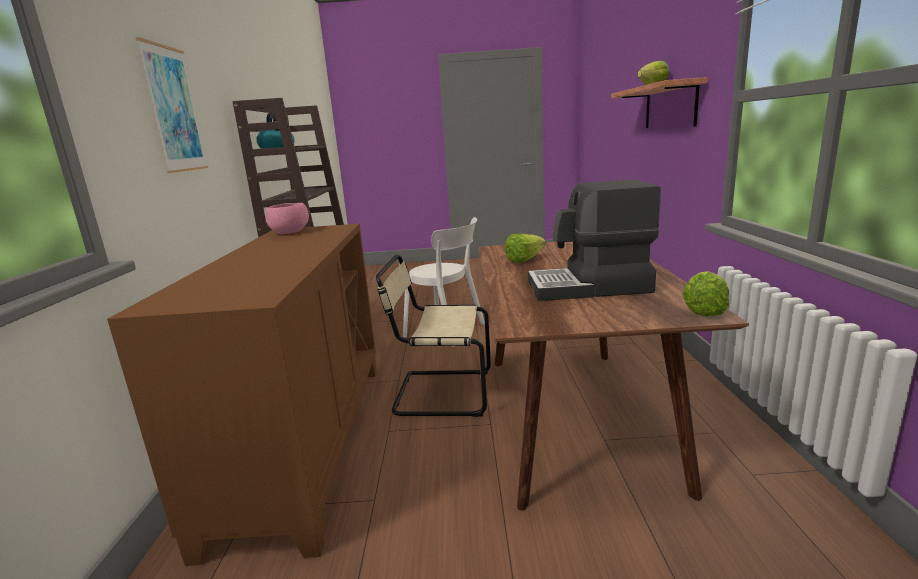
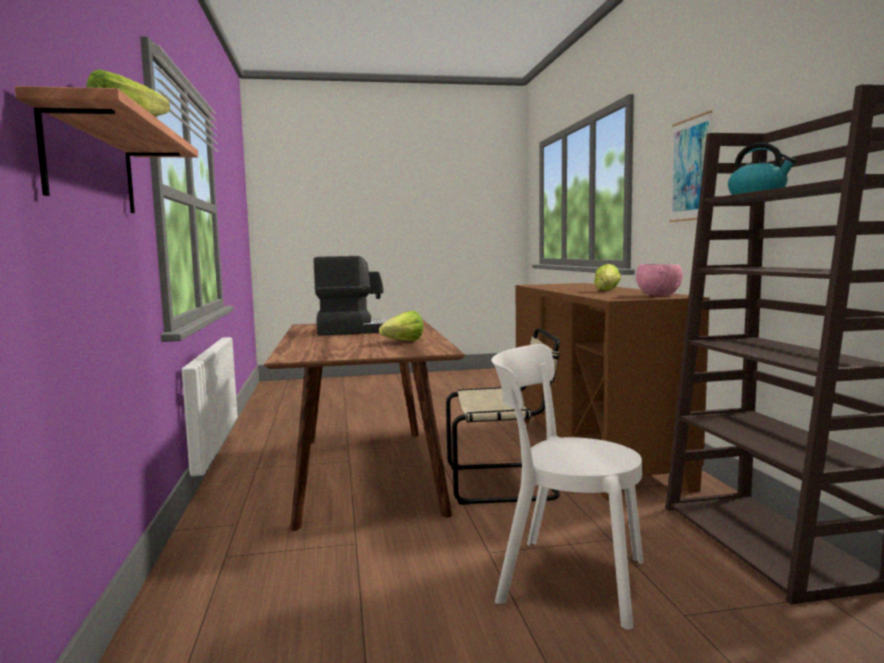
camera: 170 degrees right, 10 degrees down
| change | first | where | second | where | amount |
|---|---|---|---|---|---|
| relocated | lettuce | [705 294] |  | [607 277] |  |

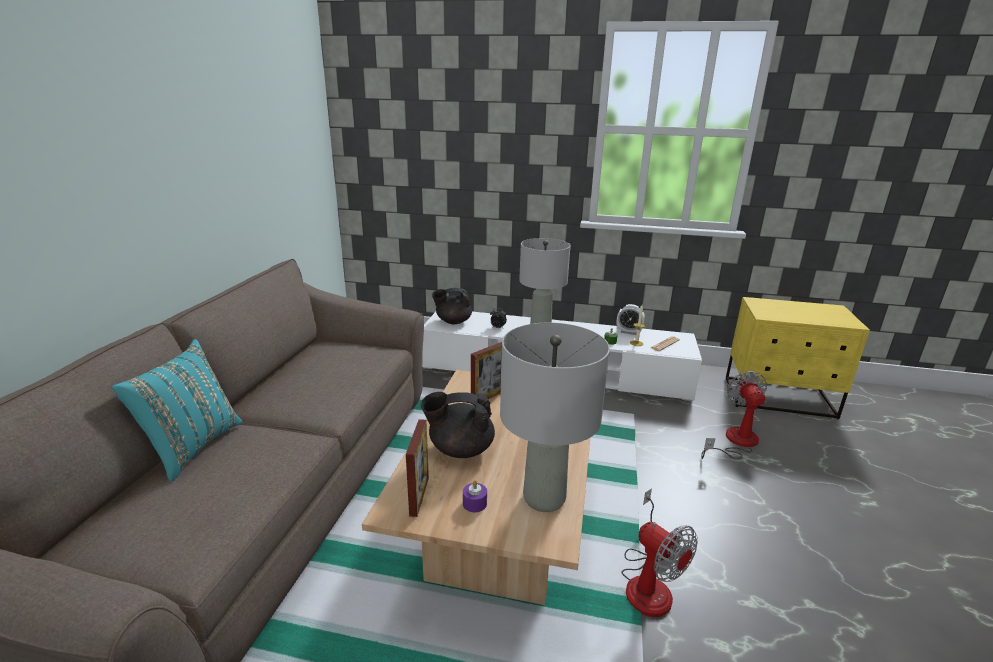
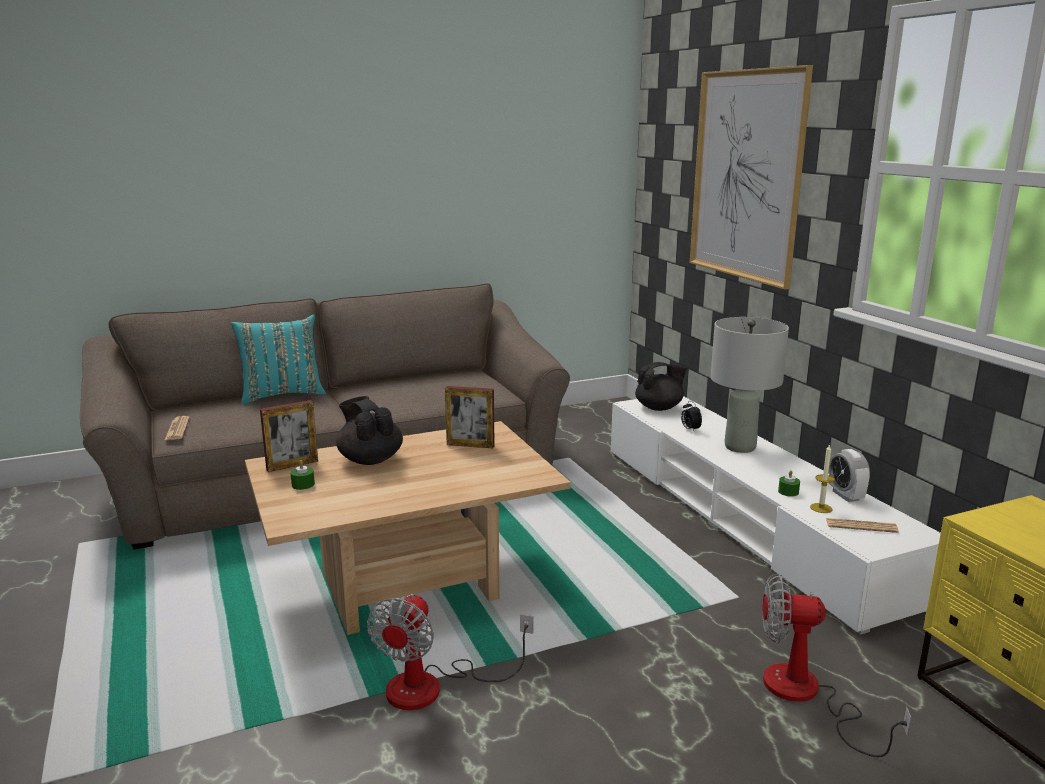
camera: 55 degrees right, 5 degrees down
| change | first | where | second | where | amount |
|---|---|---|---|---|---|
| missing | grey table lamp | [555 417] |  |  |  |
| appeared |  |  | newspaper | [177 428] |  |
| appeared |  |  | picture | [751 177] |  |
| colour | purple candle | [475 496] | green candle | [302 475] |  |
| spun | black teapot | [452 306] |  | [661 386] | 120 degrees clockwise |
| spun | fan | [734 415] |  | [836 665] | 135 degrees counterclockwise |

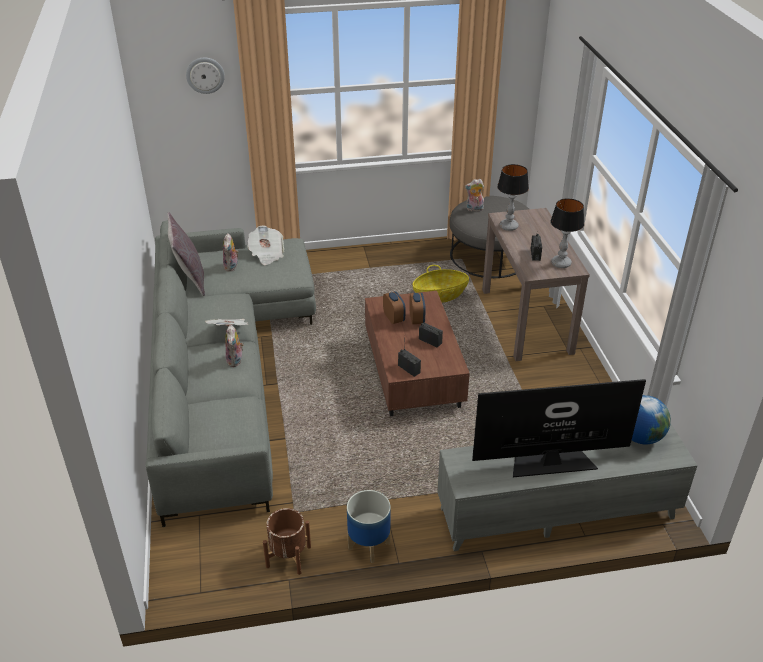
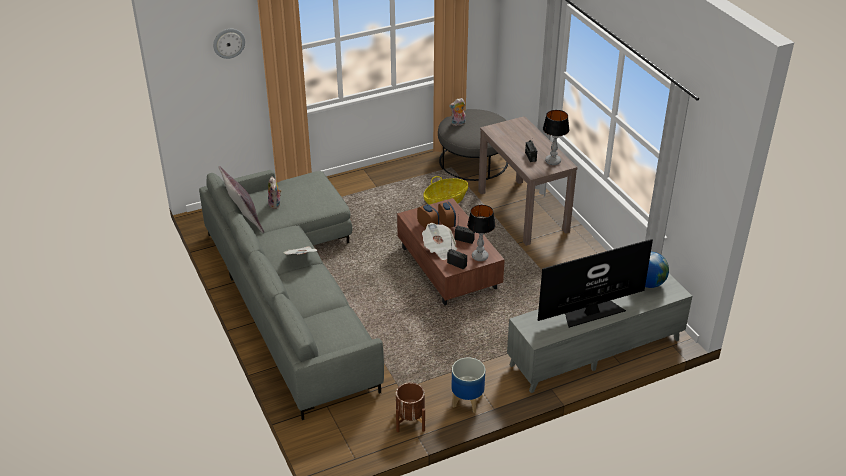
camera: 15 degrees left, 0 degrees up
| change | first | where | second | where | amount |
|---|---|---|---|---|---|
| missing | plush toy | [234 346] |  |  |  |
| relocated | newspaper | [265 245] |  | [439 241] |  |
| relocated | table lamp | [513 197] |  | [481 233] |  |

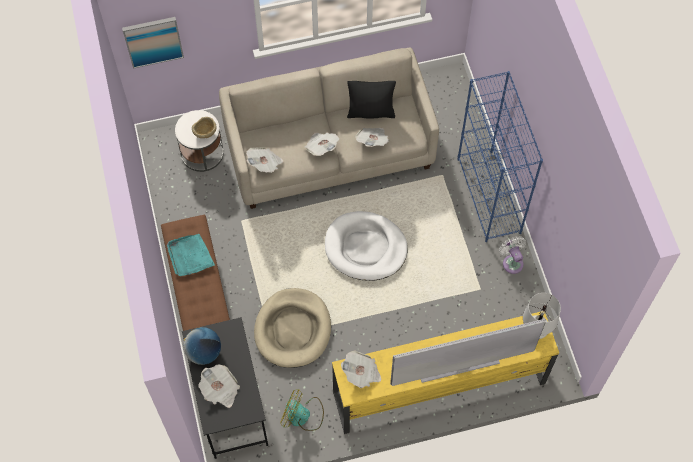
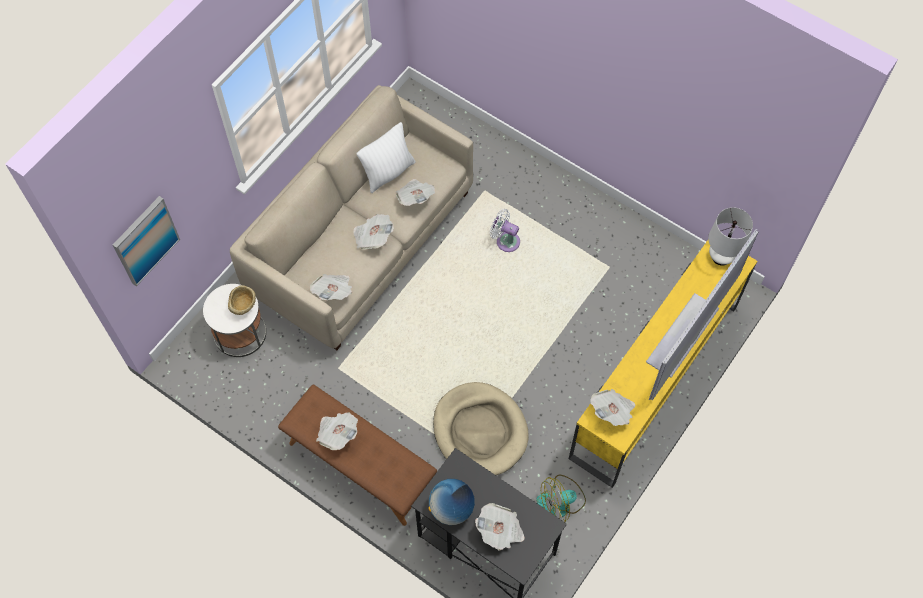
camera: 40 degrees left, 0 degrees up
| change | first | where | second | where | amount |
|---|---|---|---|---|---|
| missing | white dog bed | [366 246] |  |  |  |
| missing | blue bookcase | [500 156] |  |  |  |
| relocated | white fan | [512 255] |  | [505 230] |  |
| exchanged | turquoise tray | [191 255] | newspaper | [337 431] |  |
| colour | black pillow | [371 99] | white pillow | [386 157] |  |

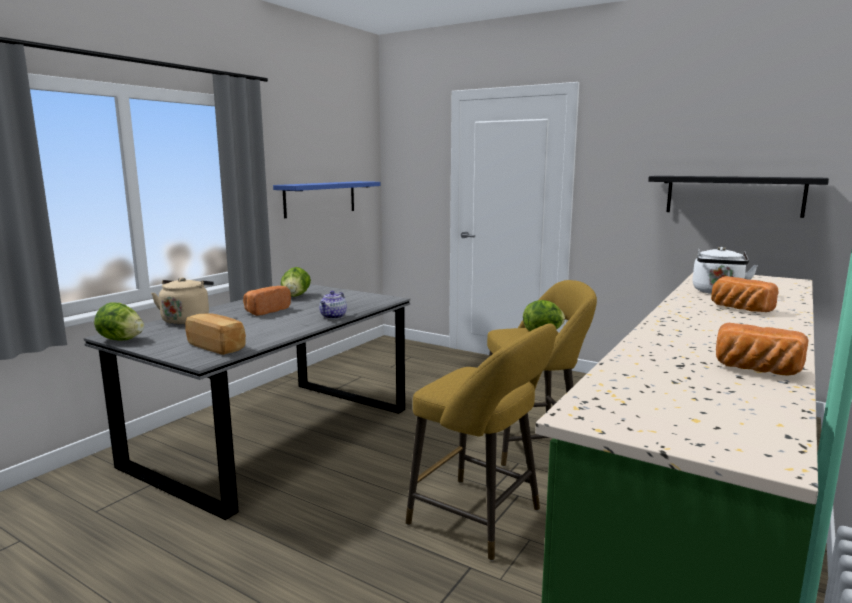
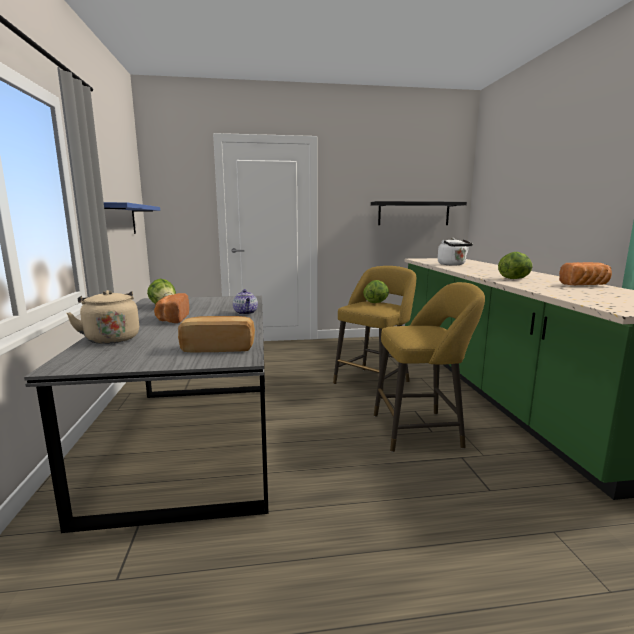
camera: 40 degrees left, 0 degrees up
| change | first | where | second | where | amount |
|---|---|---|---|---|---|
| missing | bread | [745 294] |  |  |  |
| relocated | lettuce | [119 321] |  | [515 265] |  |

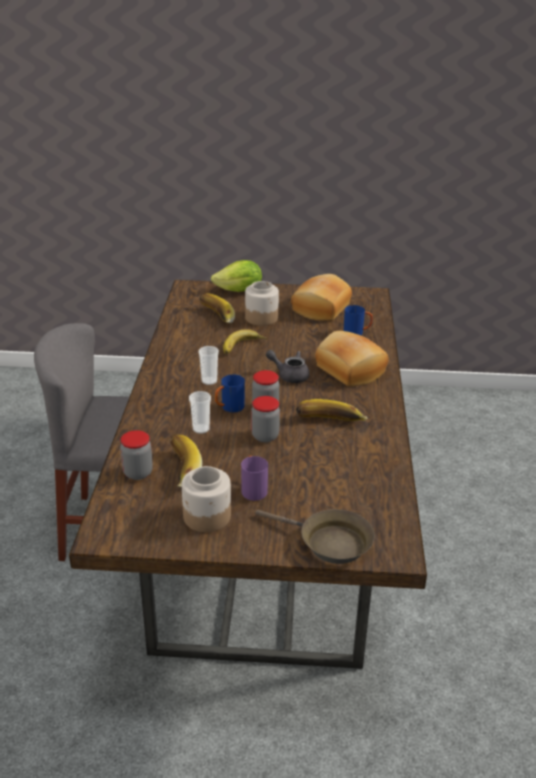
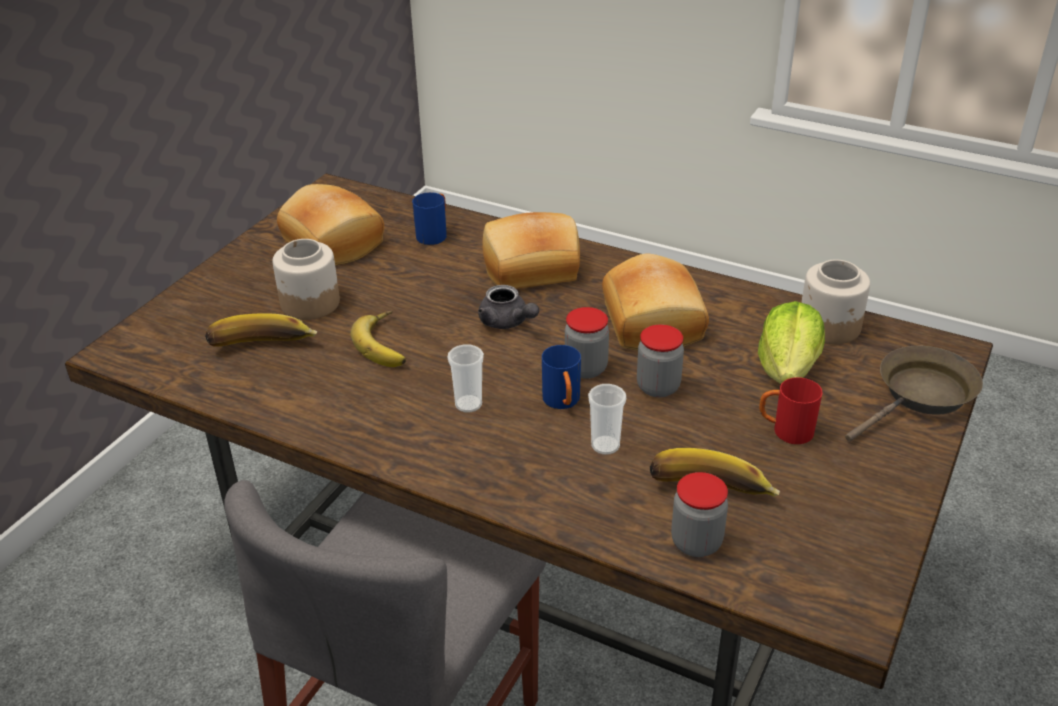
camera: 65 degrees left, 5 degrees up
| change | first | where | second | where | amount |
|---|---|---|---|---|---|
| relocated | jar | [206 499] |  | [835 301] |  |
| relocated | lettuce | [236 276] |  | [791 342] |  |
| exchanged | banana | [331 410] | bread | [655 302] |  |
| colour | purple mug | [254 478] | red mug | [790 411] |  |
| spun | grey teapot | [288 366] |  | [508 307] | 90 degrees counterclockwise |

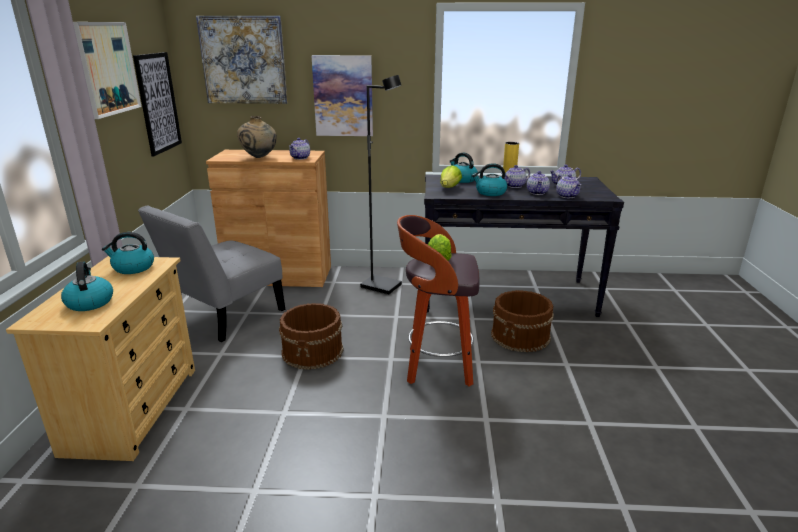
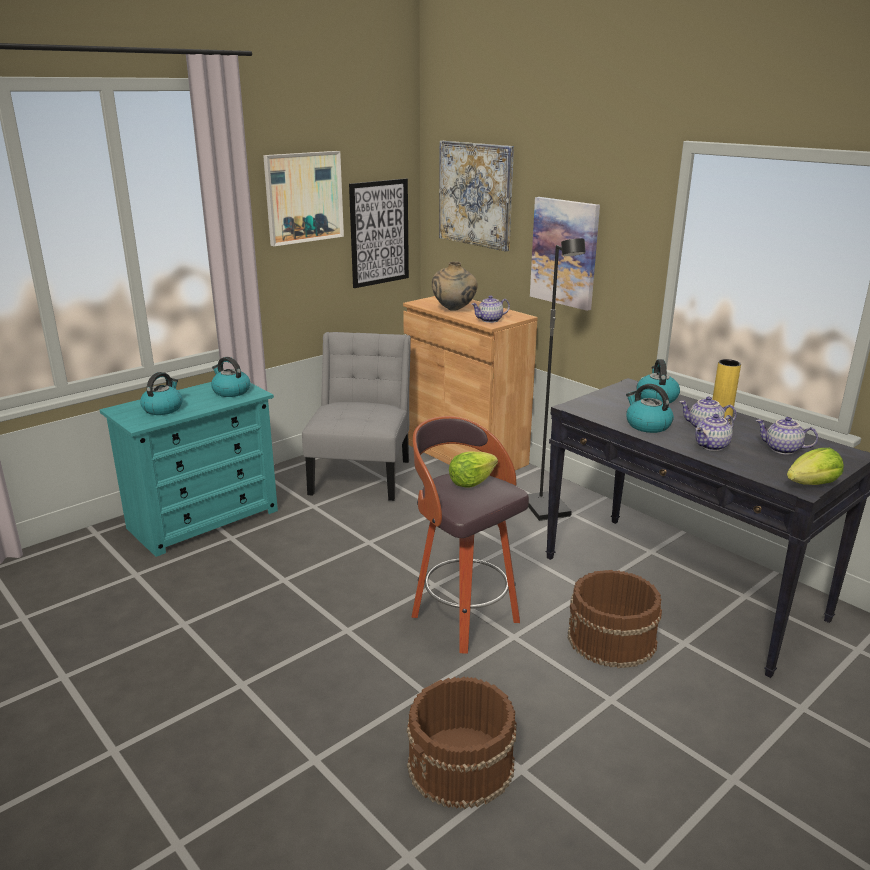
camera: 45 degrees right, 0 degrees up
| change | first | where | second | where | amount |
|---|---|---|---|---|---|
| missing | teapot | [568 186] |  |  |  |
| relocated | brown bucket | [311 336] |  | [462 743] |  |
| relocated | lettuce | [451 176] |  | [815 466] |  |
| colour | beige dresser | [100 358] | turquoise dresser | [189 469] |  |
| spun | grey chair | [211 274] |  | [356 416] | 105 degrees clockwise |

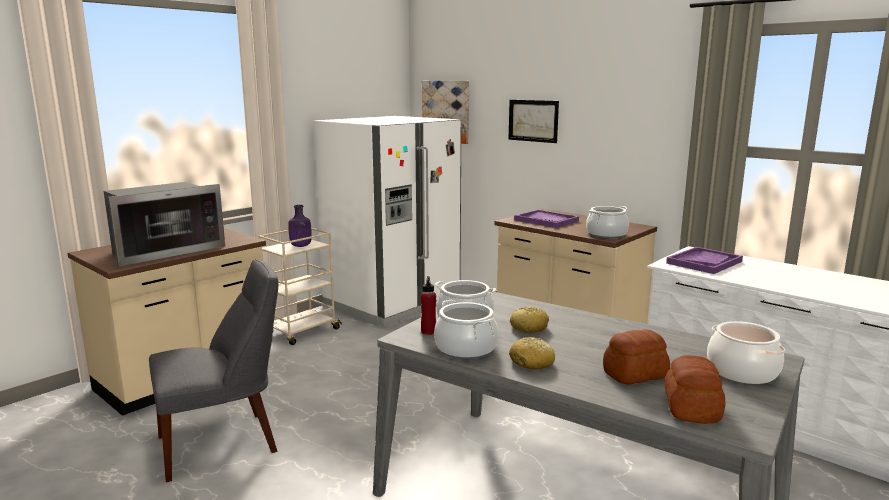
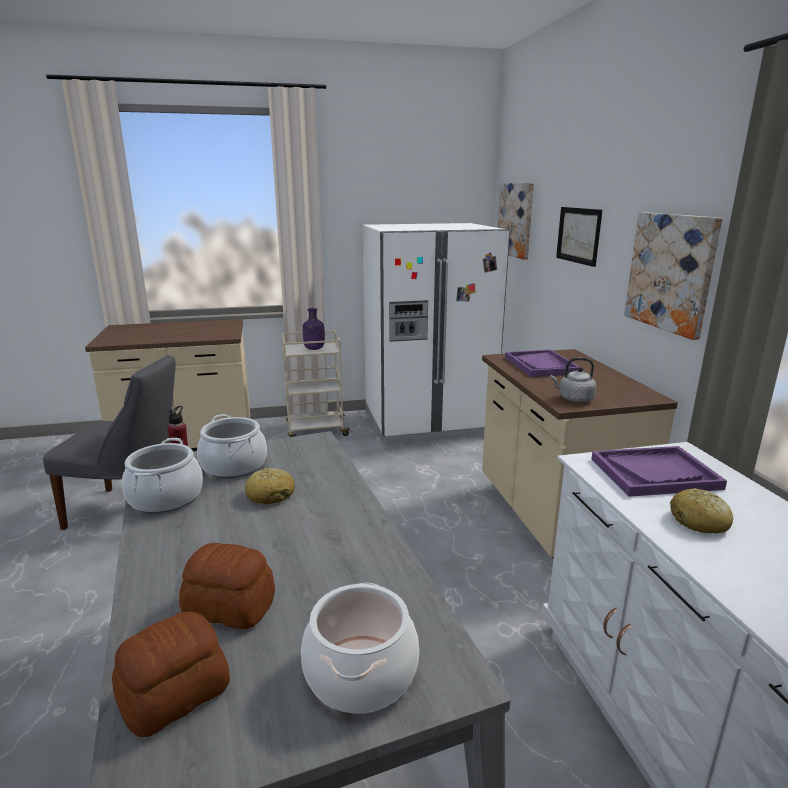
camera: 35 degrees right, 5 degrees up
| change | first | where | second | where | amount |
|---|---|---|---|---|---|
| missing | microwave | [164 224] |  |  |  |
| appeared |  |  | picture | [673 276] |  |
| relocated | bread | [532 353] |  | [701 510] |  |
| exchanged | cooking pot | [607 222] | grey kettle | [573 380] |  |

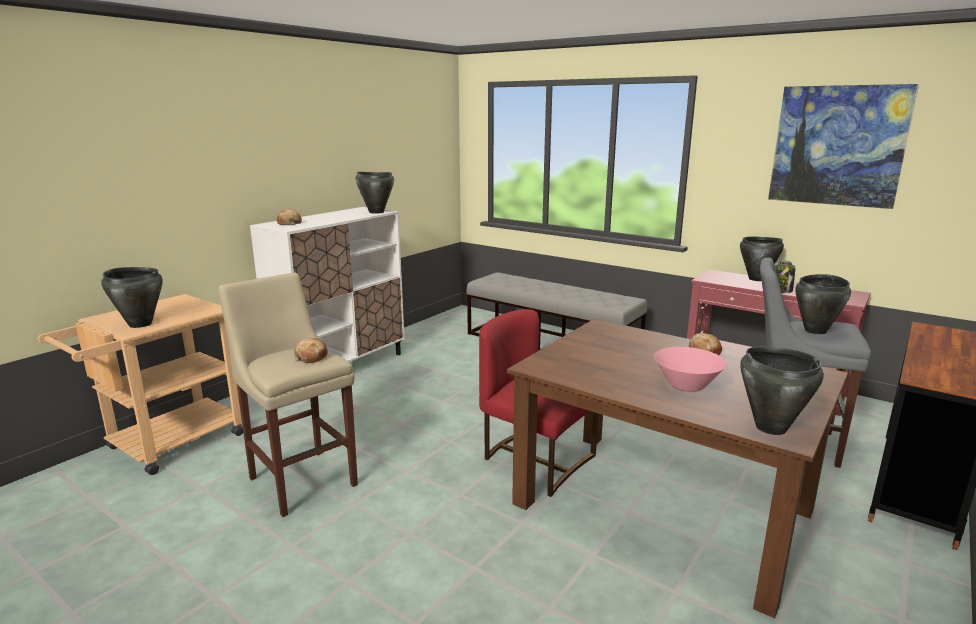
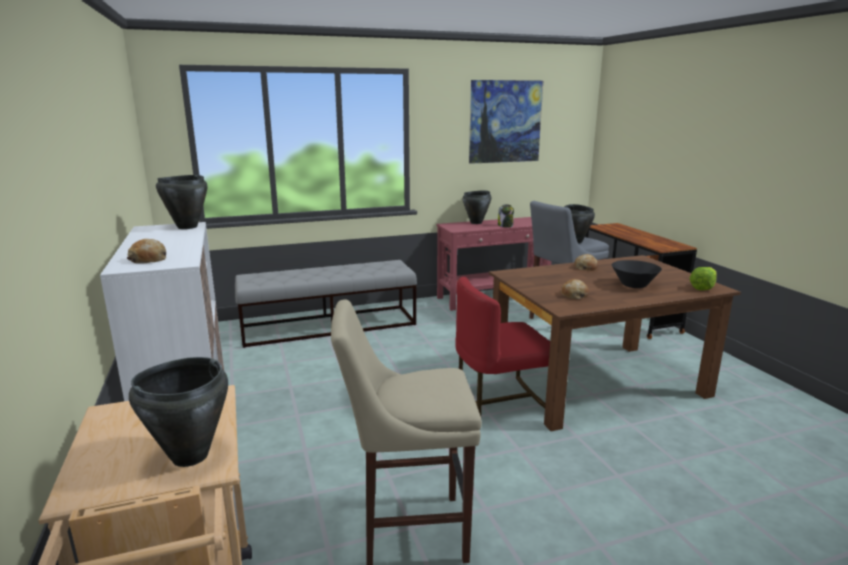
camera: 55 degrees left, 0 degrees up
| change | first | where | second | where | amount |
|---|---|---|---|---|---|
| relocated | bread | [311 350] |  | [575 289] |  |
| exchanged | black cooking pot | [782 391] | lettuce | [703 278] |  |
| colour | pink bowl | [690 369] | black bowl | [637 274] |  |

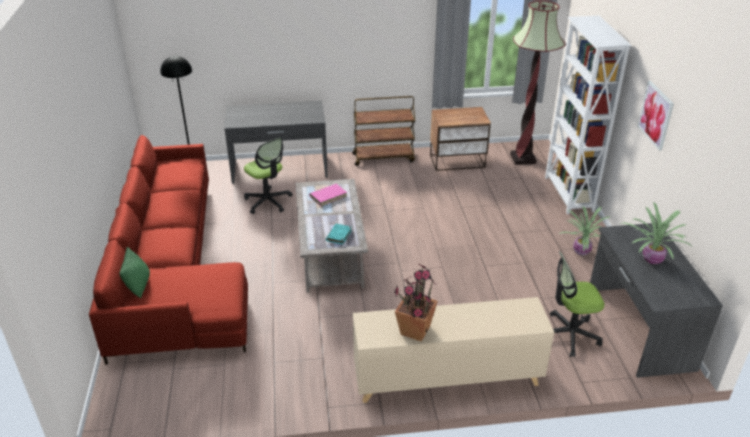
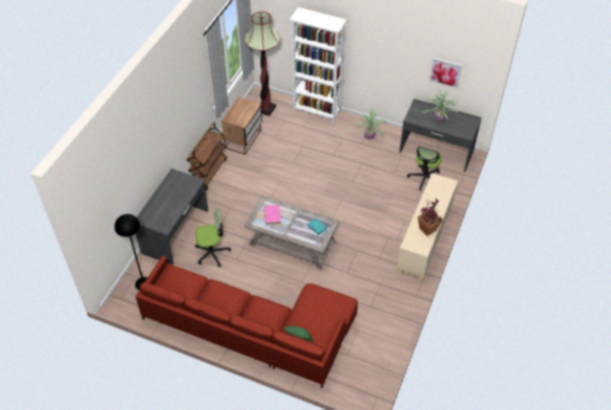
camera: 60 degrees left, 15 degrees up
| change | first | where | second | where | amount |
|---|---|---|---|---|---|
| relocated | picture | [656 116] |  | [446 73] |  |

